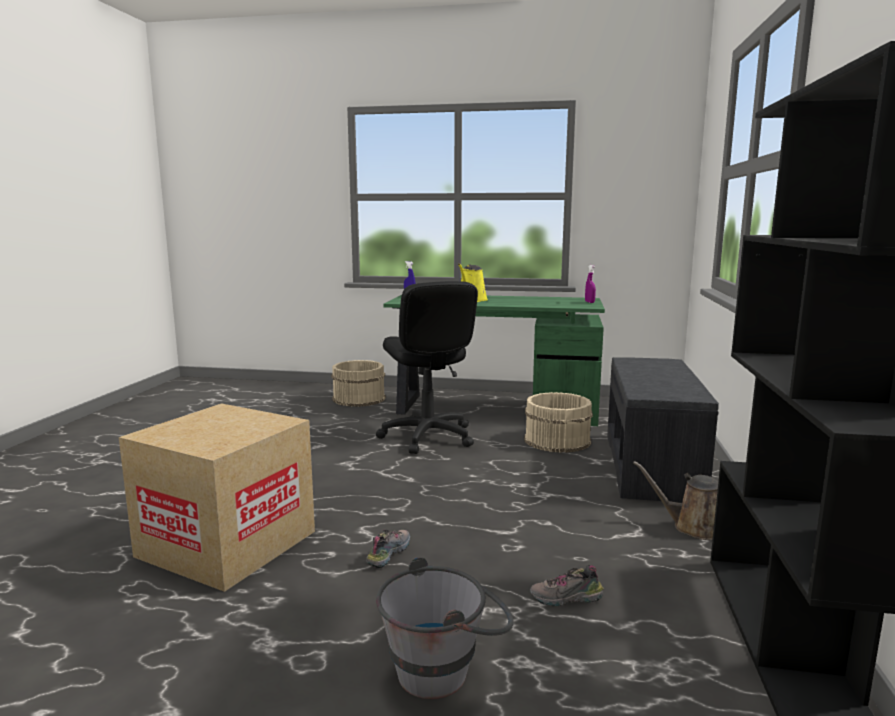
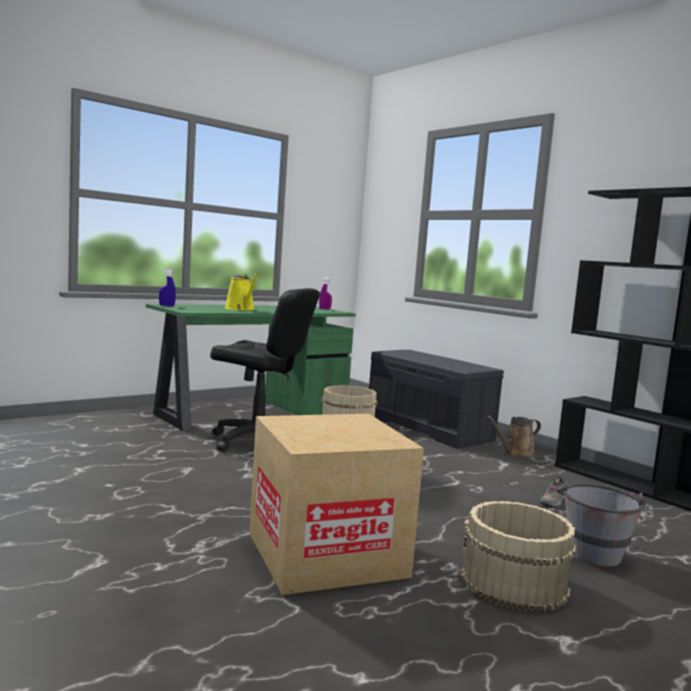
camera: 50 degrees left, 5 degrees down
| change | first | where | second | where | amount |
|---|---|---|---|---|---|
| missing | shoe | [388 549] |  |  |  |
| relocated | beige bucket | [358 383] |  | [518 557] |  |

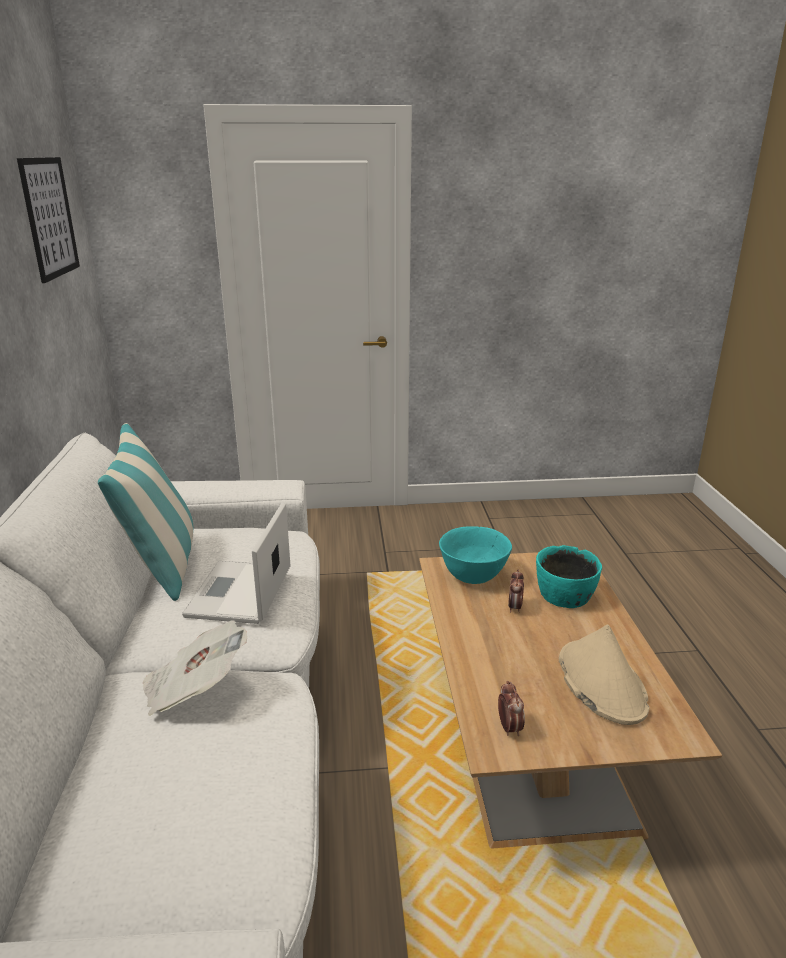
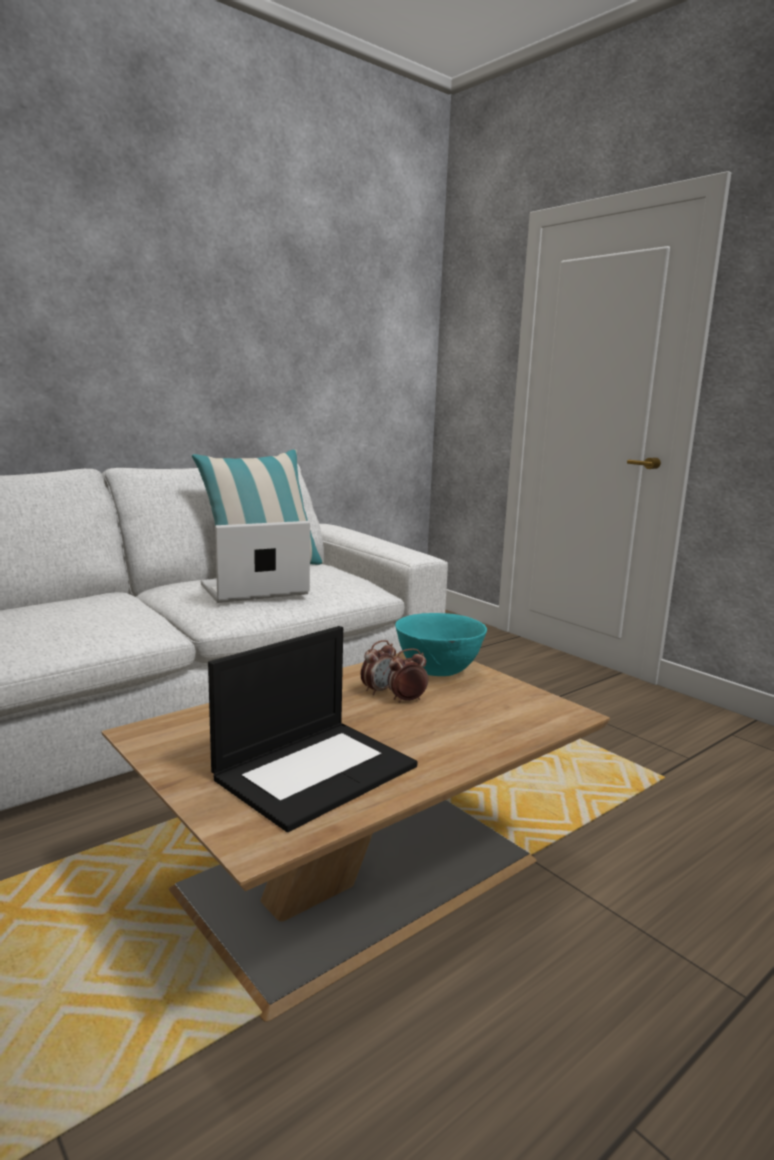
camera: 55 degrees right, 10 degrees down
| change | first | where | second | where | amount |
|---|---|---|---|---|---|
| missing | picture | [48 220] |  |  |  |
| missing | newspaper | [195 668] |  |  |  |
| missing | turquoise bowl | [569 576] |  |  |  |
| relocated | alarm clock | [511 708] |  | [378 667] |  |
| exchanged | beige hat | [604 674] | laptop | [313 729] |  |

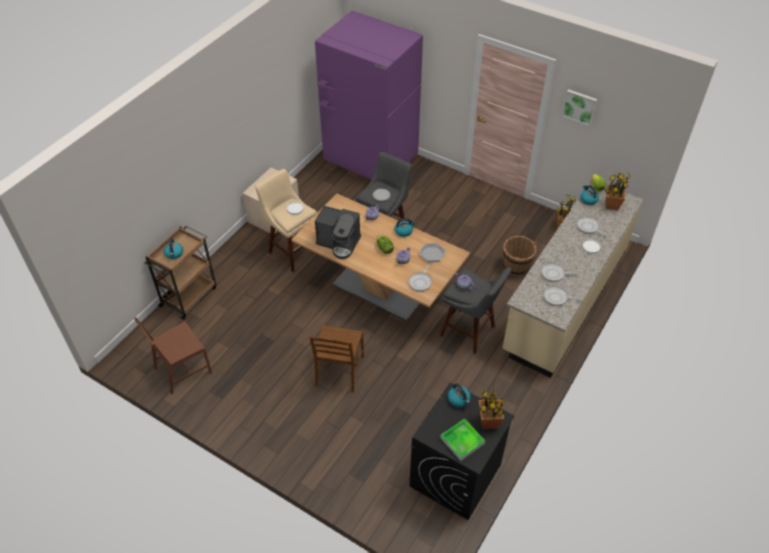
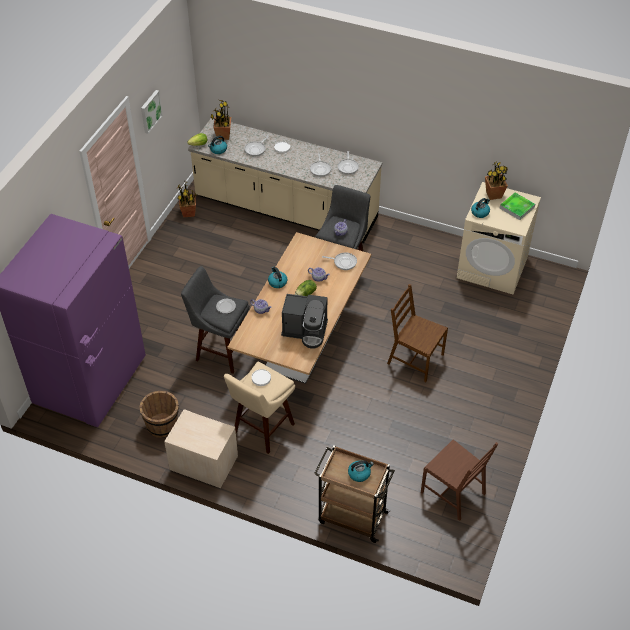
camera: 100 degrees left, 0 degrees up
| change | first | where | second | where | amount |
|---|---|---|---|---|---|
| missing | frying pan | [432 252] |  |  |  |
| relocated | brown bucket | [520 256] |  | [159 414] |  |
| colour | black washing machine | [462 451] | beige washing machine | [499 238] |  |
| spun | brown chair | [336 358] |  | [417 333] | 150 degrees counterclockwise |
| spun | coffee machine | [338 232] |  | [304 321] | 90 degrees clockwise |

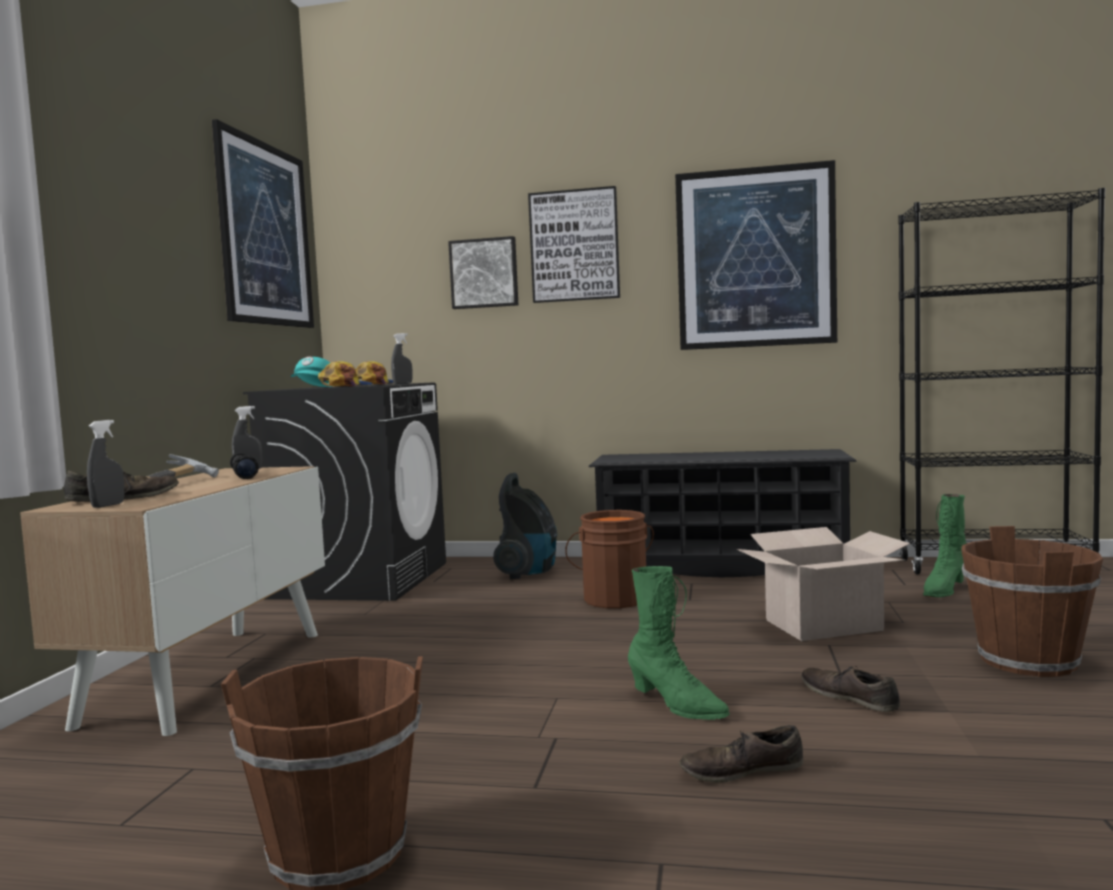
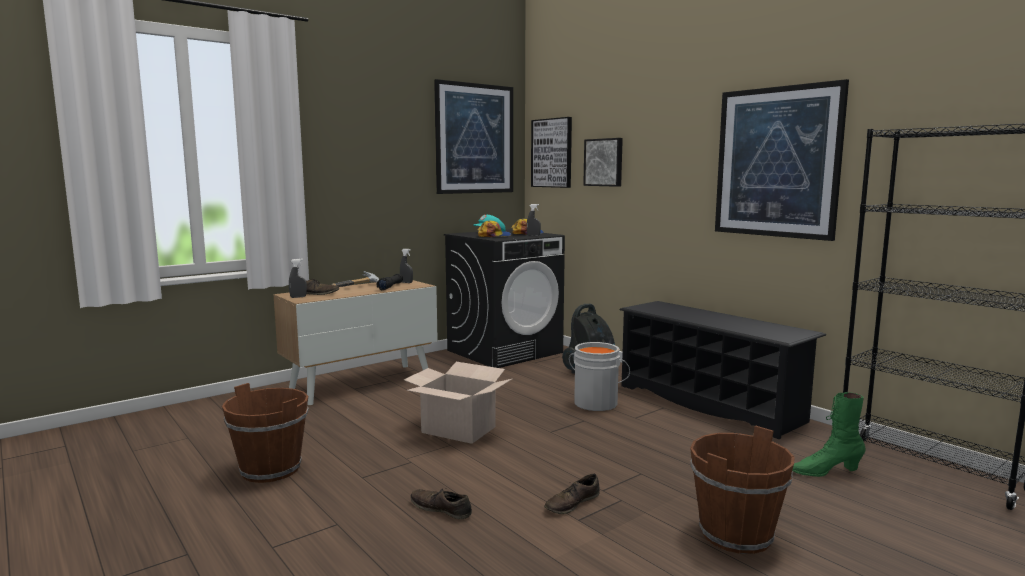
camera: 40 degrees right, 5 degrees up
| change | first | where | second | where | amount |
|---|---|---|---|---|---|
| missing | green boot | [679 643] |  |  |  |
| relocated | picture | [574 244] |  | [551 152] |  |
| relocated | cardboard box | [823 584] |  | [458 403] |  |
| colour | brown bucket | [609 559] | grey bucket | [599 376] |  |
| spun | brown shoe | [850 688] |  | [572 494] | 135 degrees counterclockwise |

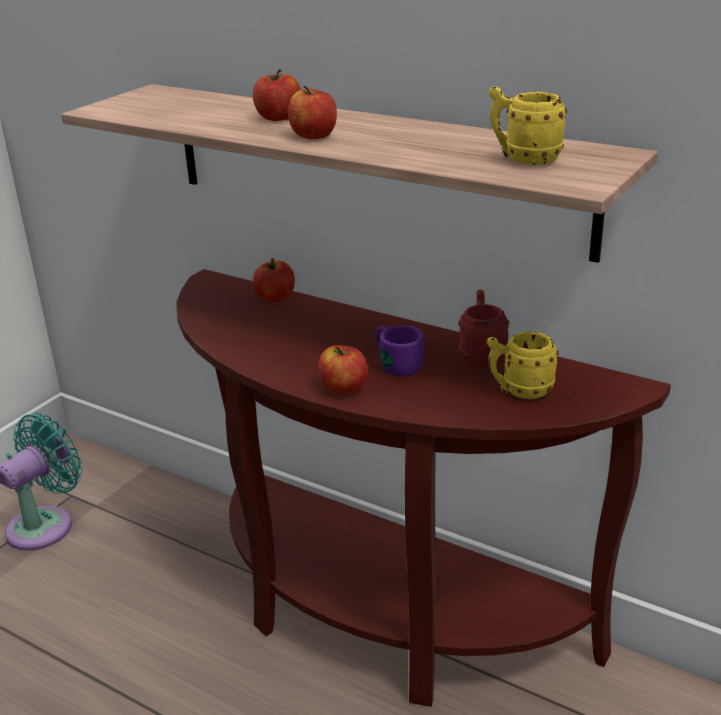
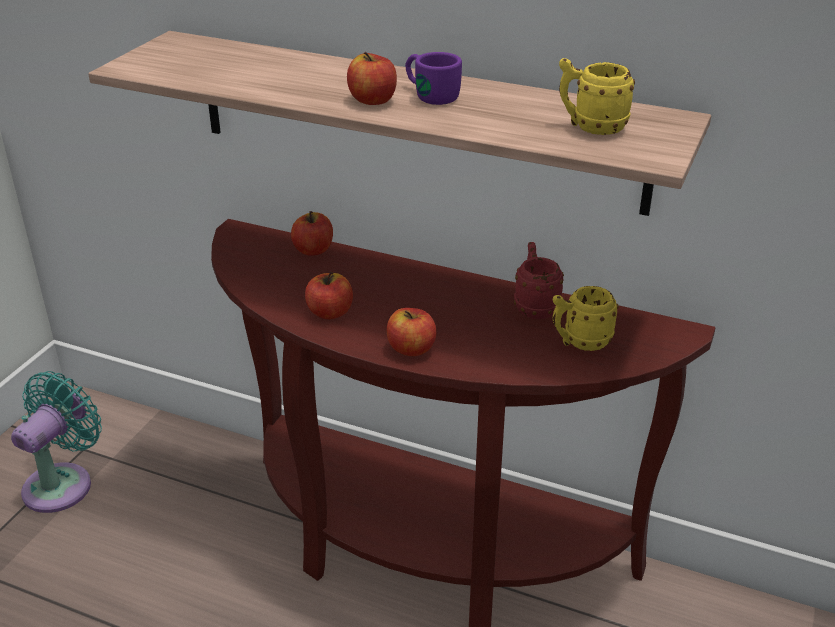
camera: 10 degrees left, 5 degrees up
| change | first | where | second | where | amount |
|---|---|---|---|---|---|
| relocated | apple | [277 95] |  | [329 295] |  |
| relocated | purple mug | [399 351] |  | [433 78] |  |

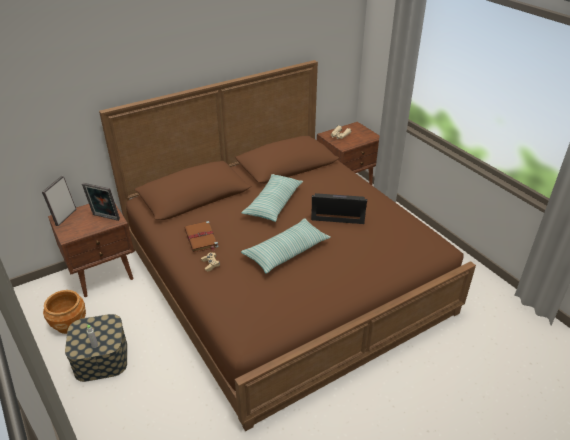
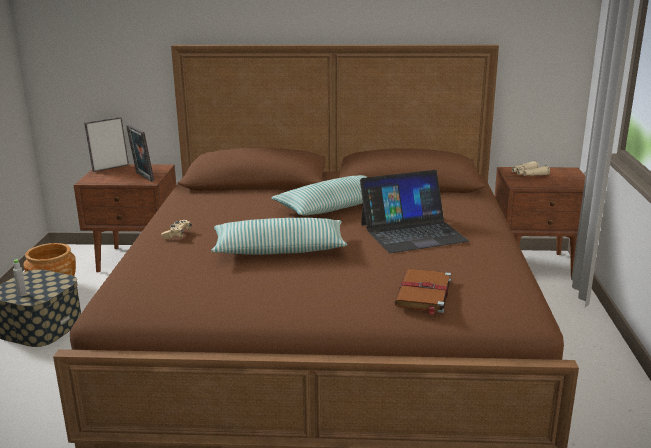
camera: 35 degrees right, 15 degrees down
| change | first | where | second | where | amount |
|---|---|---|---|---|---|
| relocated | brown book | [201 236] |  | [422 292] |  |
| spun | laptop | [339 208] |  | [414 211] | 120 degrees clockwise |

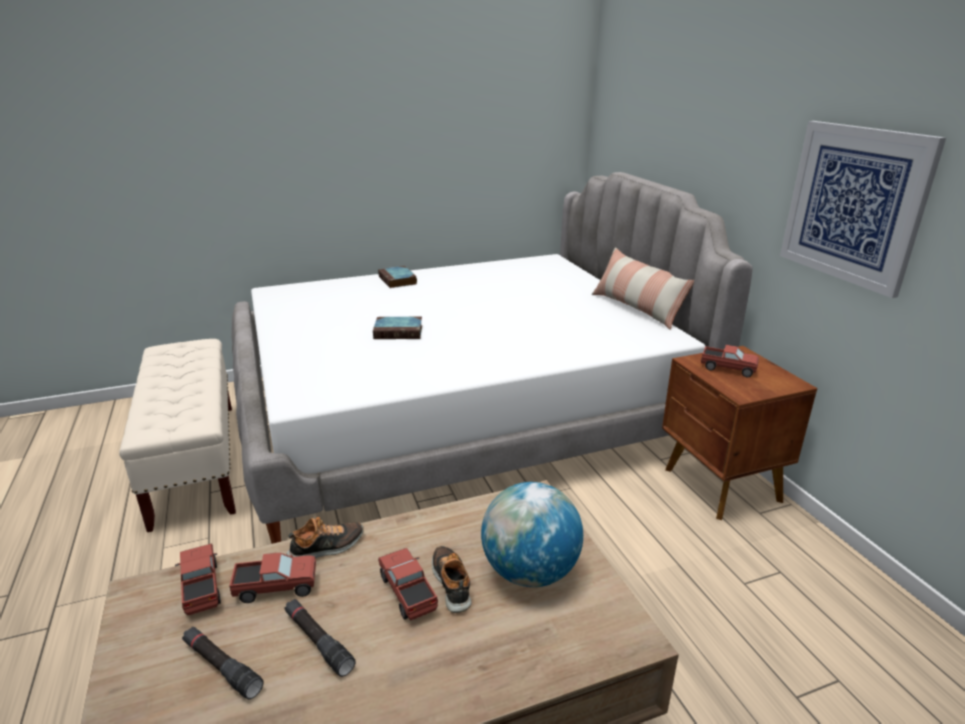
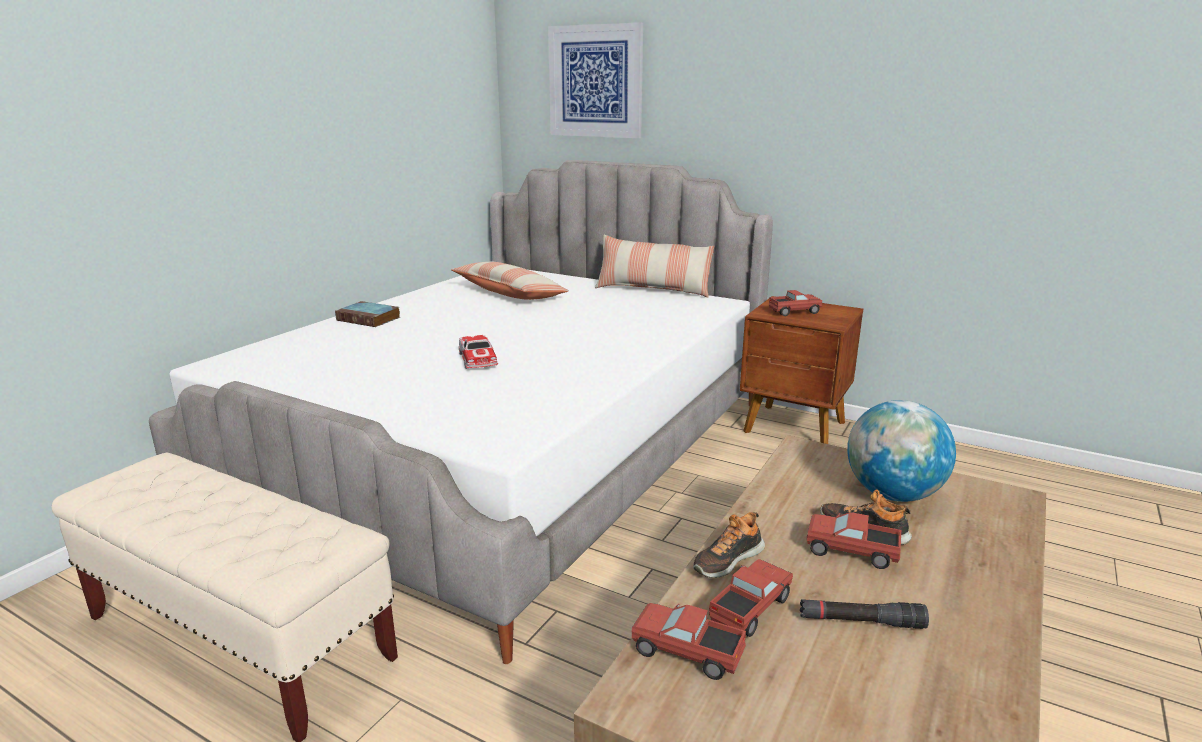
camera: 40 degrees left, 5 degrees down
| change | first | where | second | where | amount |
|---|---|---|---|---|---|
| missing | black flashlight | [223 663] |  |  |  |
| appeared |  |  | pillow | [510 281] |  |
| relocated | picture | [863 209] |  | [595 80] |  |
| exchanged | book | [397 328] | toy car | [478 352] |  |
| spun | shoe | [325 537] |  | [729 545] | 150 degrees counterclockwise |

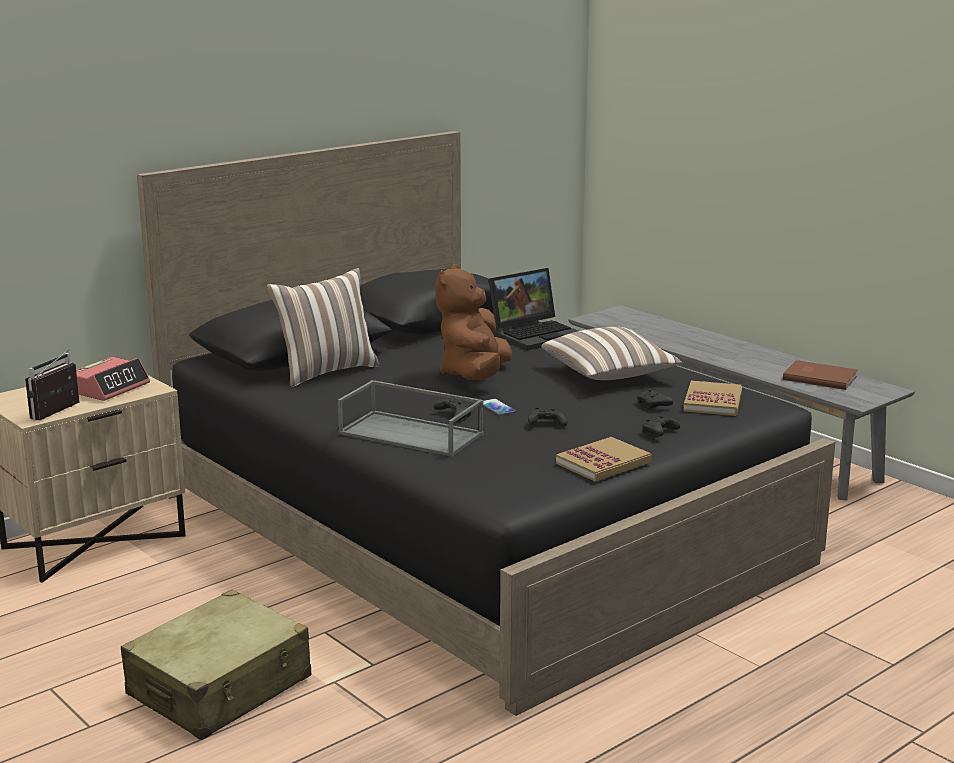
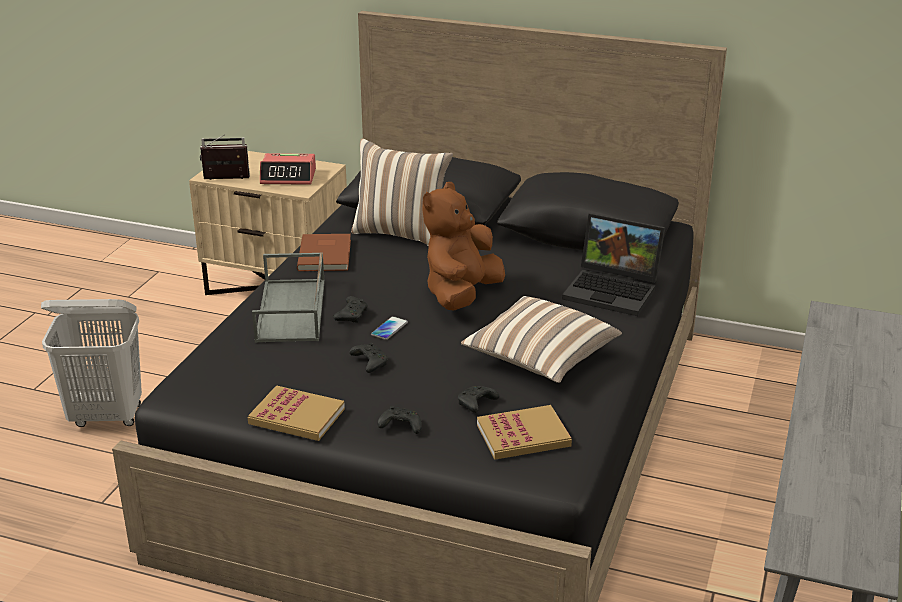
camera: 60 degrees right, 10 degrees up
| change | first | where | second | where | amount |
|---|---|---|---|---|---|
| relocated | brown book | [820 375] |  | [324 252] |  |
| exchanged | beige suitcase | [216 665] | white laundry basket | [91 363] |  |
| spun | brown plush toy | [473 322] |  | [463 246] | 45 degrees counterclockwise |

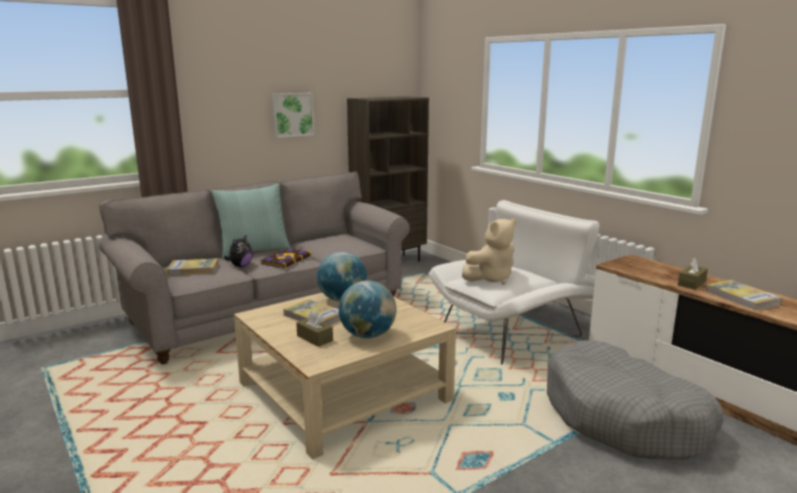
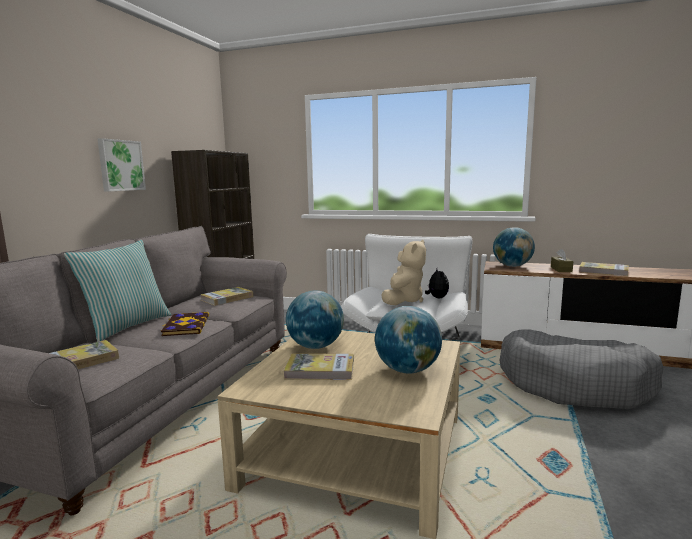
camera: 35 degrees left, 5 degrees down
| change | first | where | second | where | amount |
|---|---|---|---|---|---|
| missing | brown tissue box | [314 328] |  |  |  |
| appeared |  |  | book | [227 296] |  |
| appeared |  |  | globe | [514 247] |  |
| relocated | plush toy | [238 250] |  | [437 283] |  |

